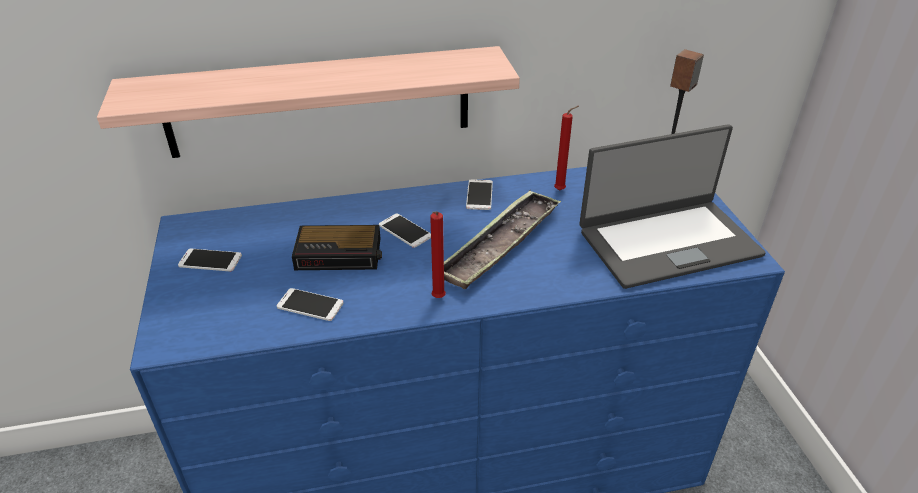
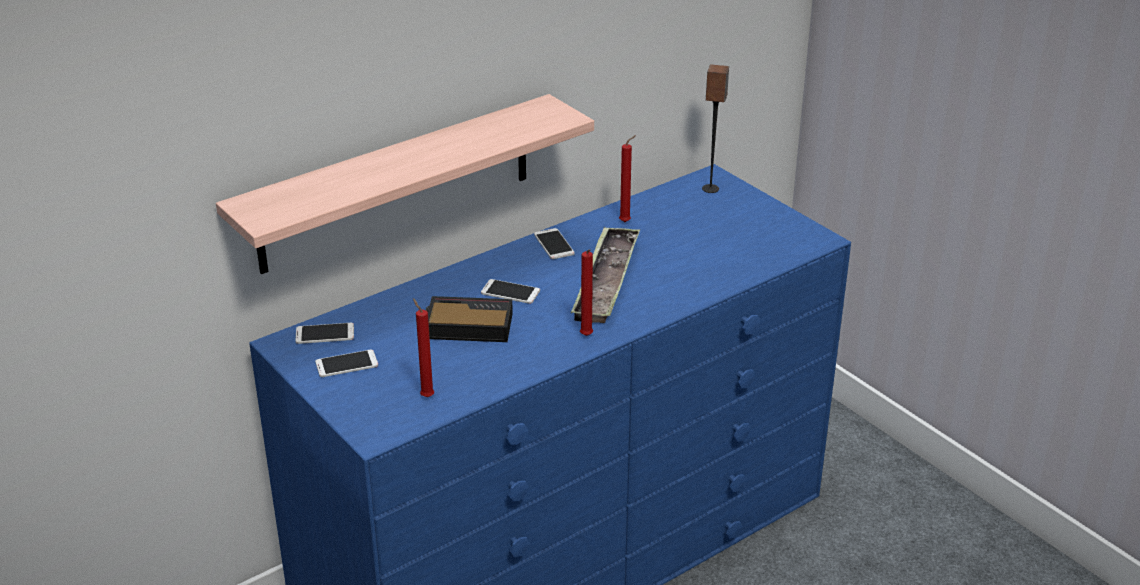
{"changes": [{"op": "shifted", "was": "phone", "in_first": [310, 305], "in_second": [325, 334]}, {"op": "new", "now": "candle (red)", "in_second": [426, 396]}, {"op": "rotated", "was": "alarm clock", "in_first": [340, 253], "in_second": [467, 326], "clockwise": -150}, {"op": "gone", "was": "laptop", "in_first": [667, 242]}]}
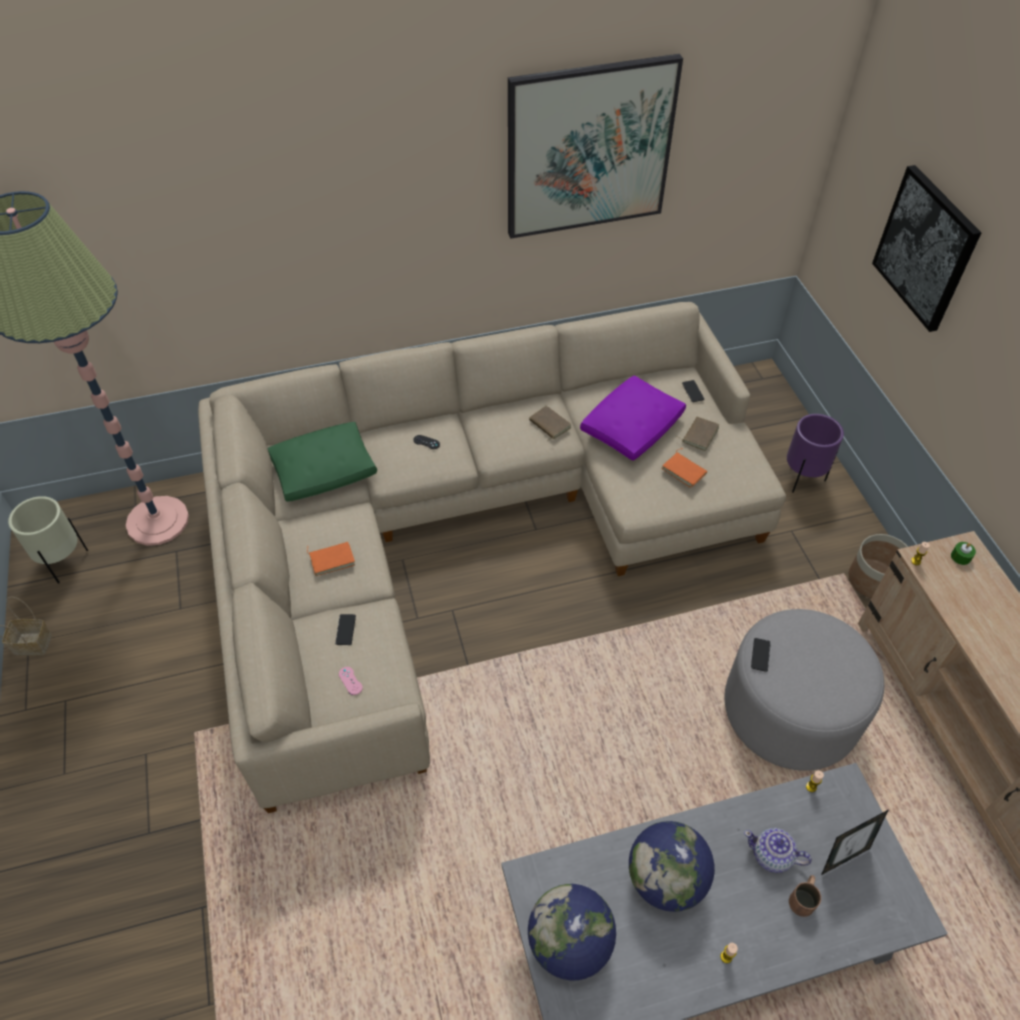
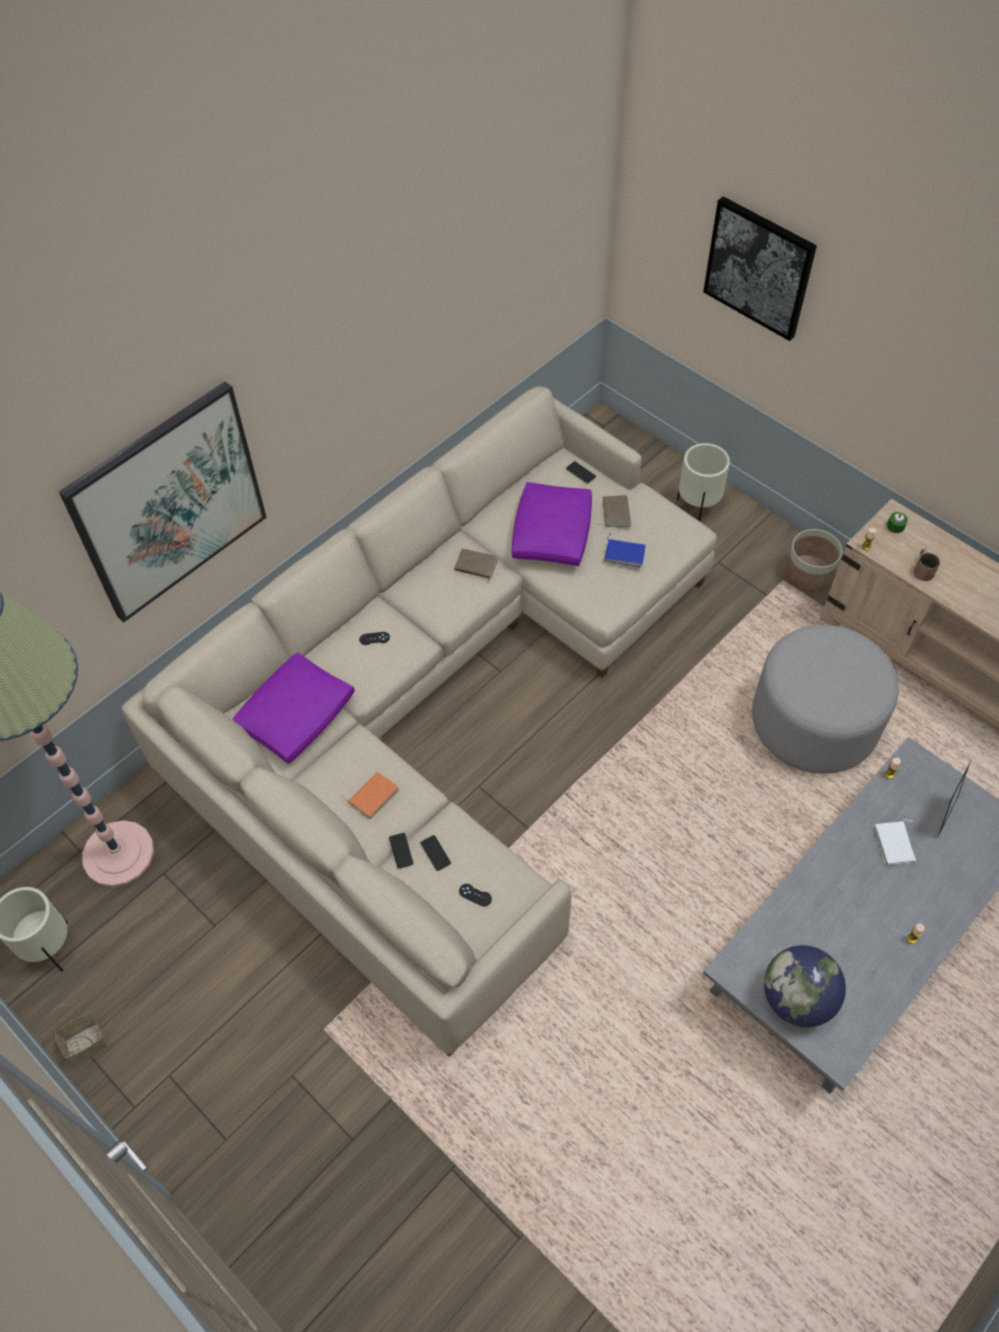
{"changes": [{"op": "shifted", "was": "picture", "in_first": [589, 148], "in_second": [169, 503]}, {"op": "repainted", "was": "pillow (green)", "now": "pillow (purple)", "in_first": [325, 470], "in_second": [296, 715]}, {"op": "shifted", "was": "phone", "in_first": [760, 655], "in_second": [401, 850]}, {"op": "repainted", "was": "game controller (pink)", "now": "game controller (black)", "in_first": [350, 681], "in_second": [475, 895]}, {"op": "repainted", "was": "book (orange)", "now": "book (blue)", "in_first": [684, 470], "in_second": [625, 553]}, {"op": "repainted", "was": "planter (purple)", "now": "planter (beige)", "in_first": [802, 479], "in_second": [697, 509]}, {"op": "swapped", "was": "teapot", "now": "book (white)", "in_first": [772, 856], "in_second": [895, 844]}, {"op": "shifted", "was": "mug (brown)", "in_first": [803, 897], "in_second": [922, 568]}, {"op": "gone", "was": "globe", "in_first": [665, 879]}]}
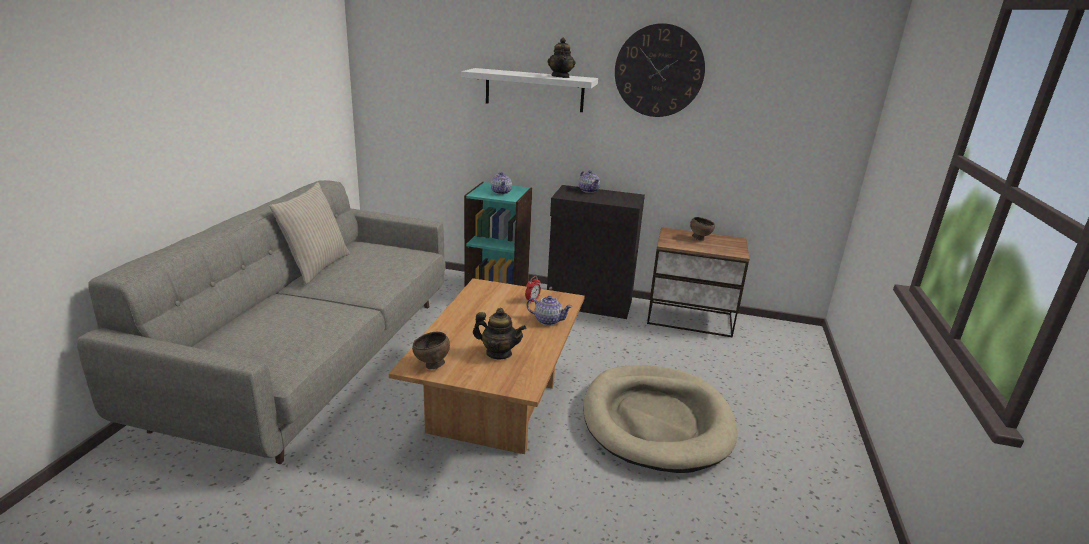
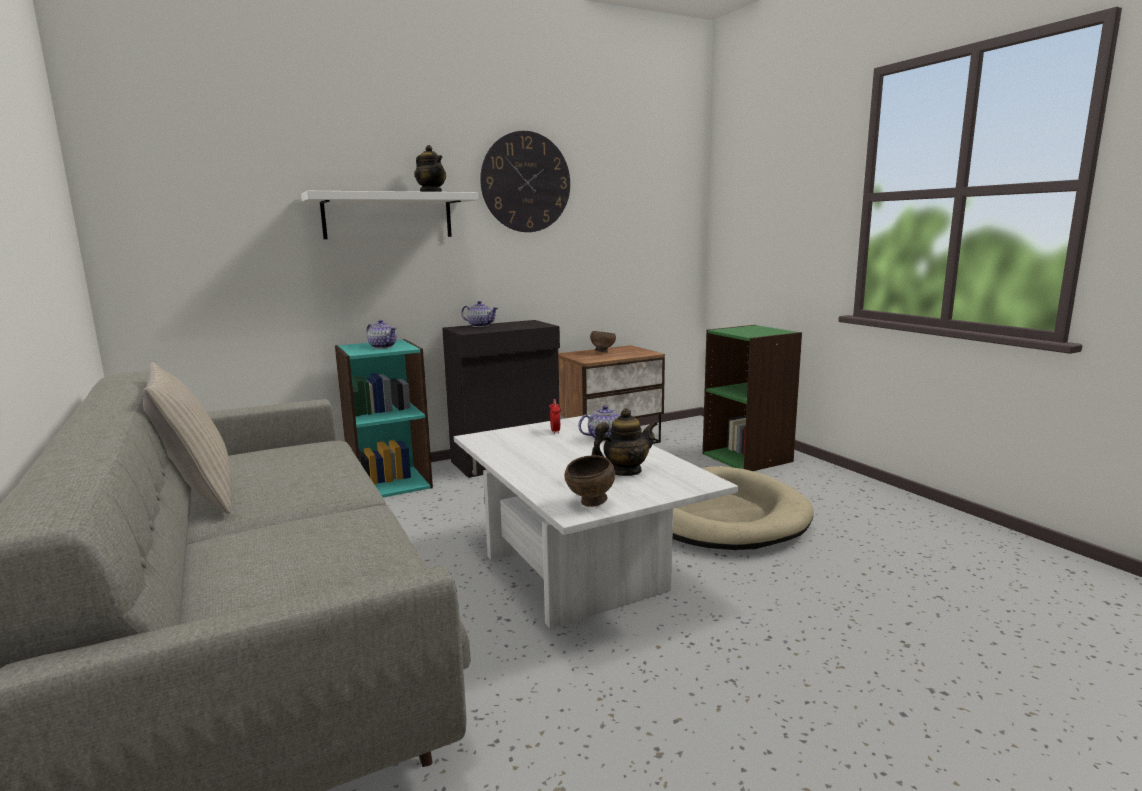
{"changes": [{"op": "repainted", "was": "coffee table (brown)", "now": "coffee table (white)", "in_first": [497, 409], "in_second": [581, 572]}, {"op": "new", "now": "bookcase (green)", "in_second": [748, 457]}]}
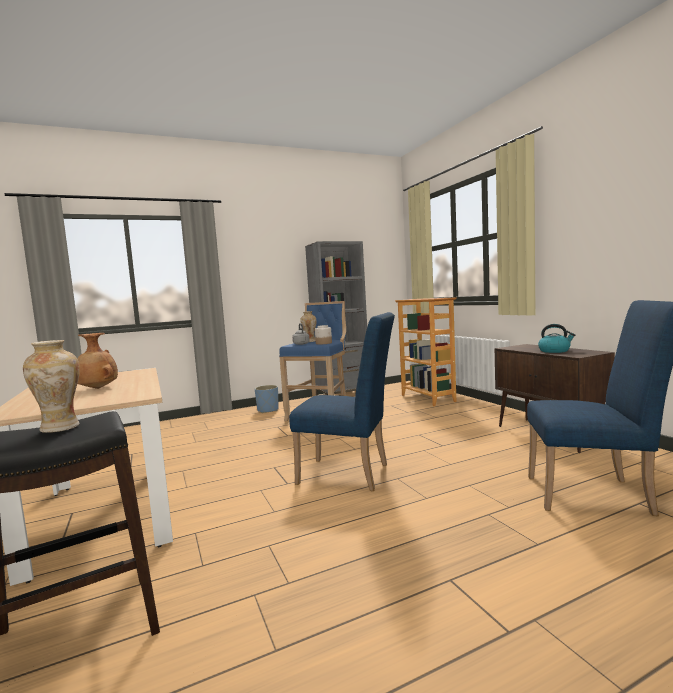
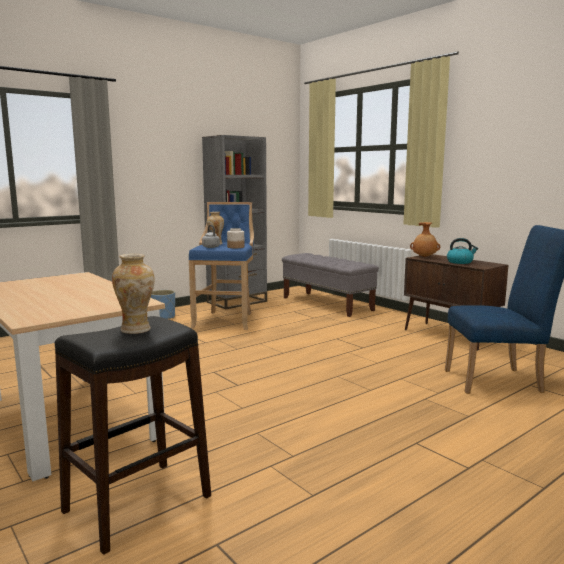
{"changes": [{"op": "swapped", "was": "bookcase", "now": "bench (grey)", "in_first": [428, 398], "in_second": [327, 304]}, {"op": "shifted", "was": "vase (brown)", "in_first": [97, 388], "in_second": [424, 257]}, {"op": "gone", "was": "chair (blue)", "in_first": [350, 475]}]}
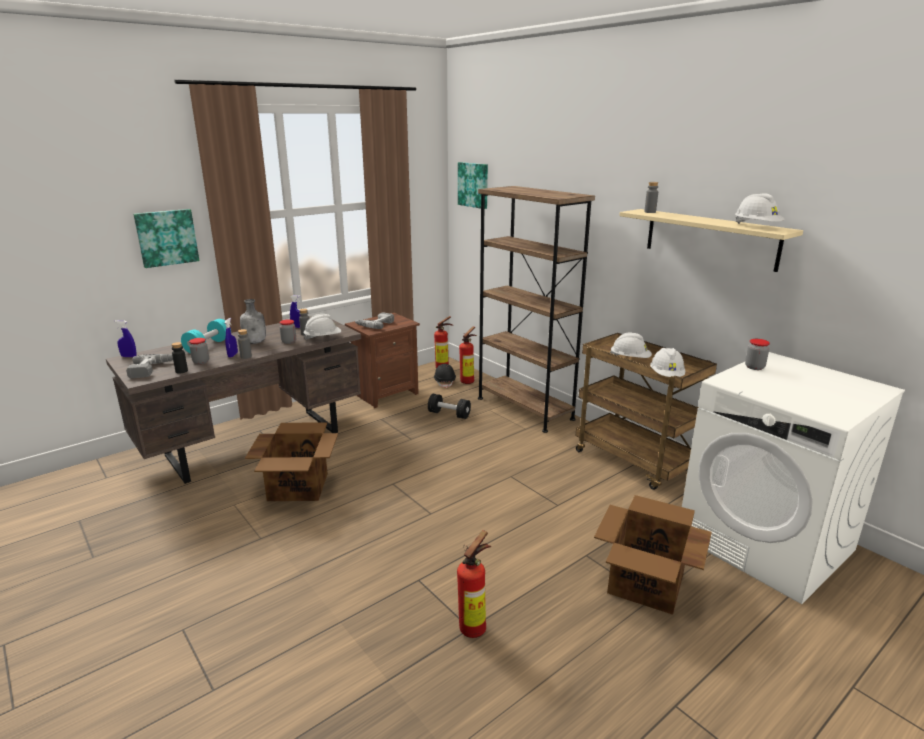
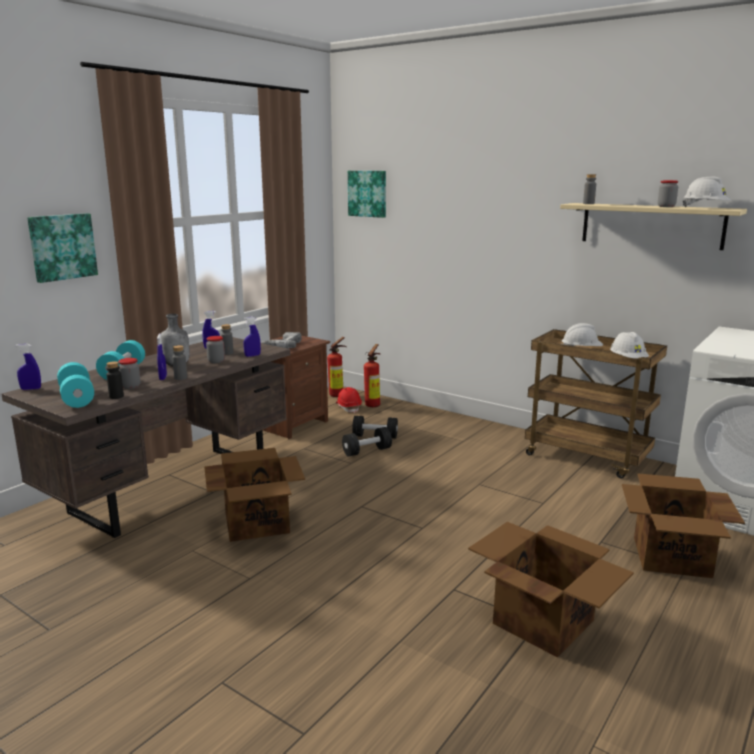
{"changes": [{"op": "swapped", "was": "power drill", "now": "dumbbell (turquoise)", "in_first": [152, 369], "in_second": [77, 398]}, {"op": "swapped", "was": "hard hat (white)", "now": "spray bottle (blue)", "in_first": [323, 338], "in_second": [252, 356]}, {"op": "repainted", "was": "hard hat (black)", "now": "hard hat (red)", "in_first": [444, 382], "in_second": [348, 407]}, {"op": "new", "now": "dumbbell (black)", "in_second": [367, 451]}, {"op": "swapped", "was": "fire extinguisher", "now": "cardboard box", "in_first": [475, 627], "in_second": [542, 621]}, {"op": "shifted", "was": "jar", "in_first": [754, 367], "in_second": [666, 206]}, {"op": "gone", "was": "bookcase (brown)", "in_first": [524, 408]}]}
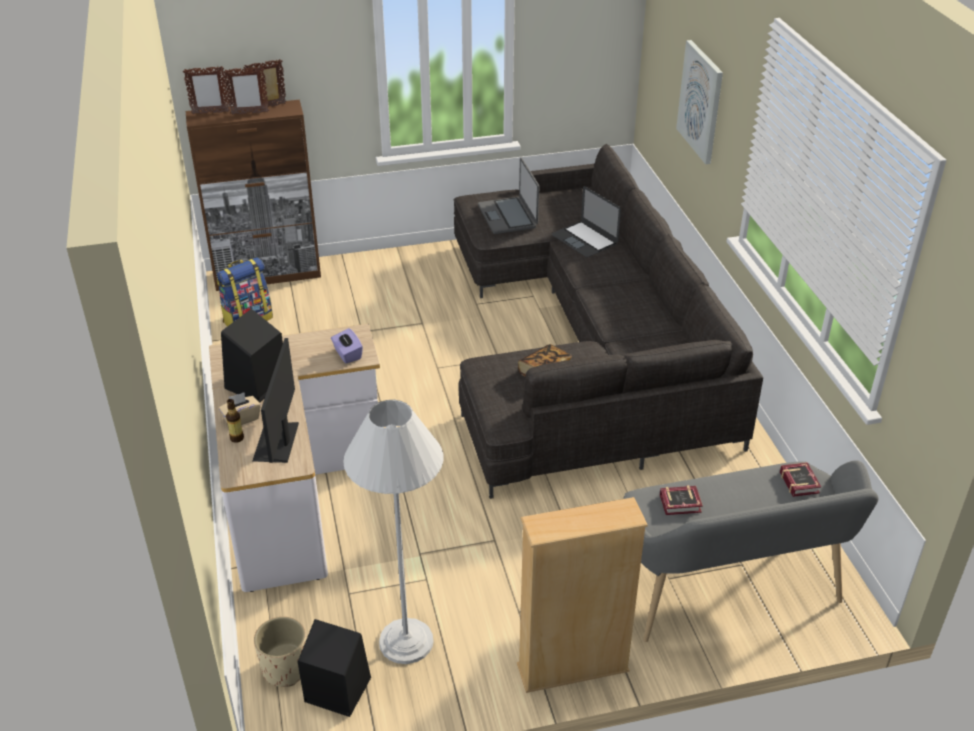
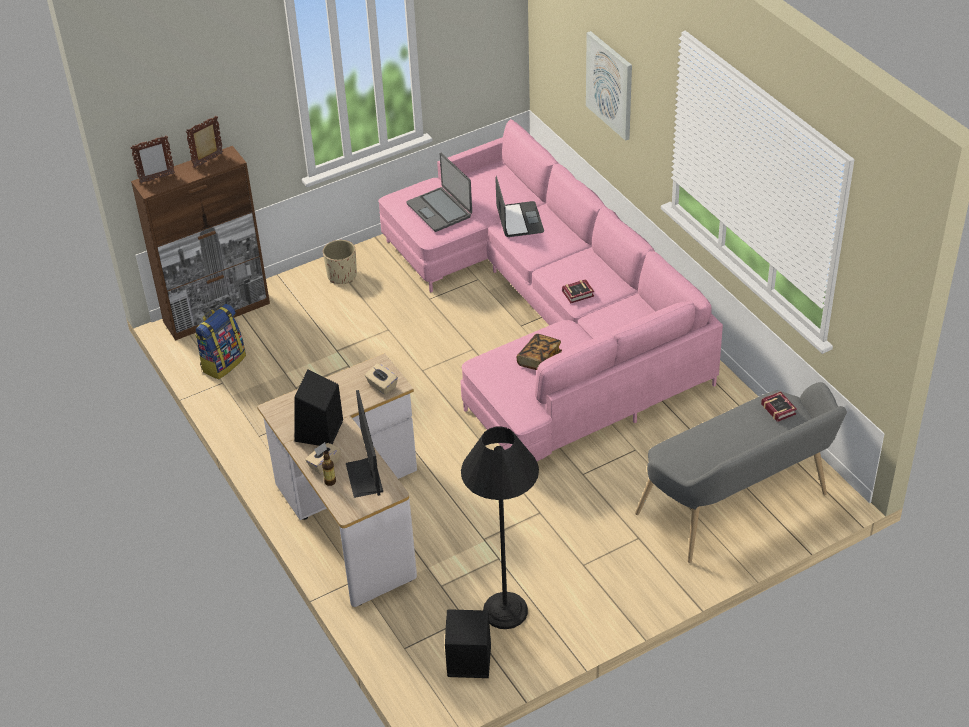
{"changes": [{"op": "shifted", "was": "planter (beige)", "in_first": [285, 668], "in_second": [342, 275]}, {"op": "repainted", "was": "tissue box (purple)", "now": "tissue box (beige)", "in_first": [347, 354], "in_second": [381, 386]}, {"op": "repainted", "was": "sofa (grey)", "now": "sofa (pink)", "in_first": [587, 346], "in_second": [546, 319]}, {"op": "repainted", "was": "floor lamp (white)", "now": "floor lamp (black)", "in_first": [406, 641], "in_second": [505, 611]}, {"op": "rotated", "was": "laptop", "in_first": [584, 239], "in_second": [519, 220], "clockwise": -135}, {"op": "shifted", "was": "book", "in_first": [682, 504], "in_second": [579, 294]}, {"op": "gone", "was": "picture frame", "in_first": [249, 113]}, {"op": "gone", "was": "bookcase (beige)", "in_first": [572, 668]}]}
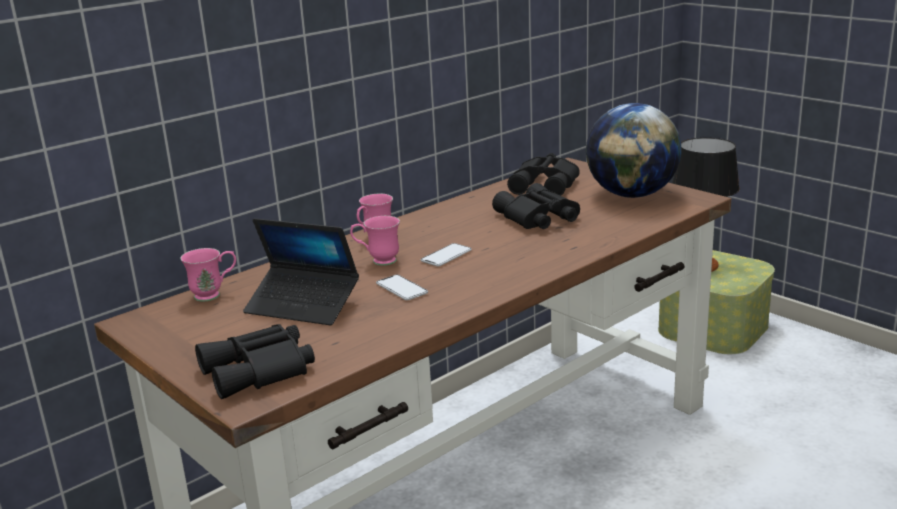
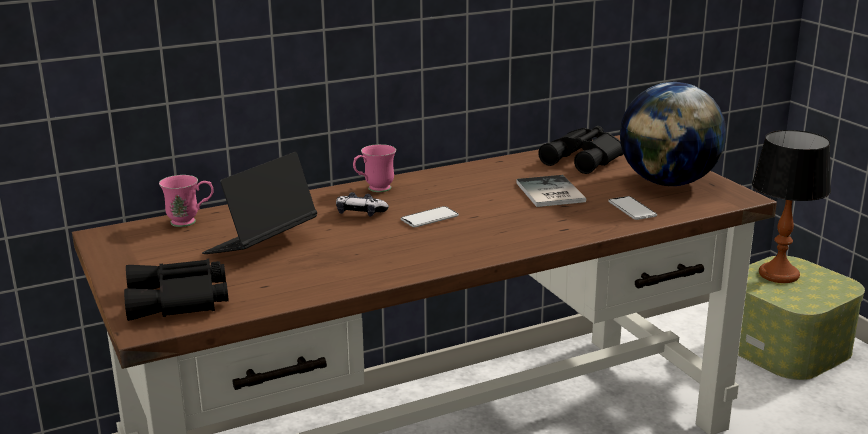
{"changes": [{"op": "rotated", "was": "laptop", "in_first": [303, 305], "in_second": [261, 245], "clockwise": 90}, {"op": "swapped", "was": "mug (pink)", "now": "game controller", "in_first": [378, 261], "in_second": [360, 213]}, {"op": "swapped", "was": "binoculars (black)", "now": "book", "in_first": [537, 218], "in_second": [549, 193]}, {"op": "shifted", "was": "phone", "in_first": [401, 289], "in_second": [632, 209]}]}
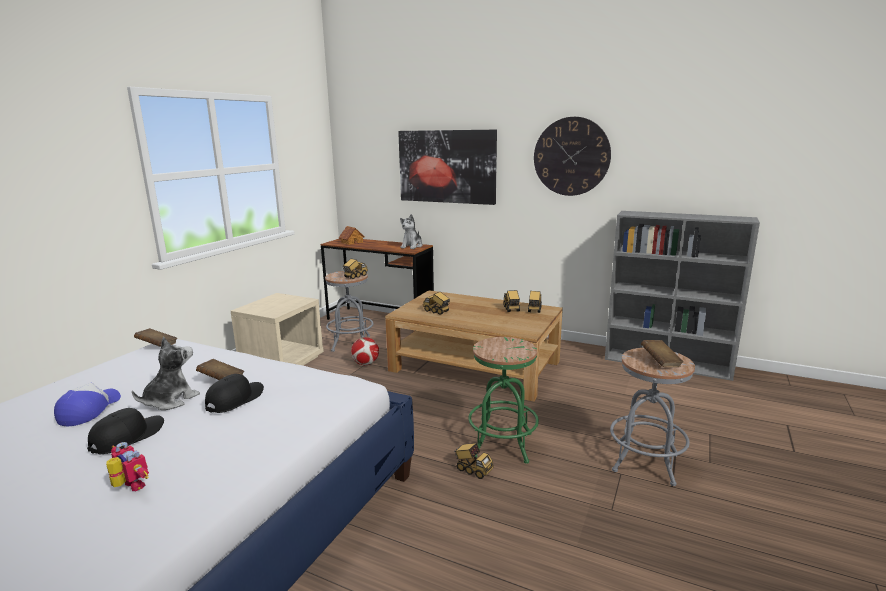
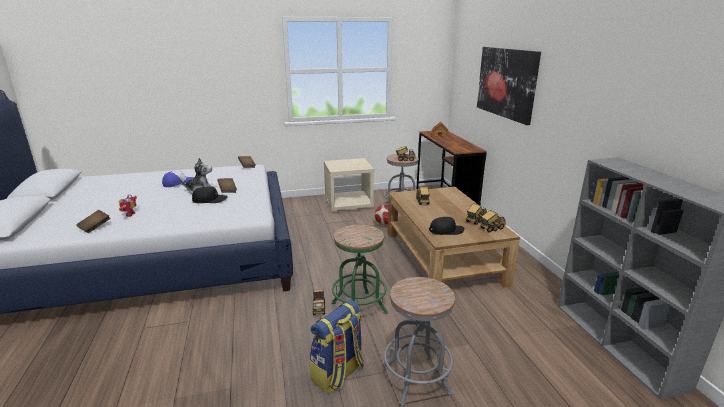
{"changes": [{"op": "shifted", "was": "book (brown)", "in_first": [660, 362], "in_second": [95, 227]}, {"op": "new", "now": "backpack", "in_second": [338, 374]}, {"op": "shifted", "was": "cap (black)", "in_first": [128, 437], "in_second": [446, 231]}, {"op": "gone", "was": "plush toy", "in_first": [412, 246]}, {"op": "gone", "was": "wall clock", "in_first": [571, 156]}]}
